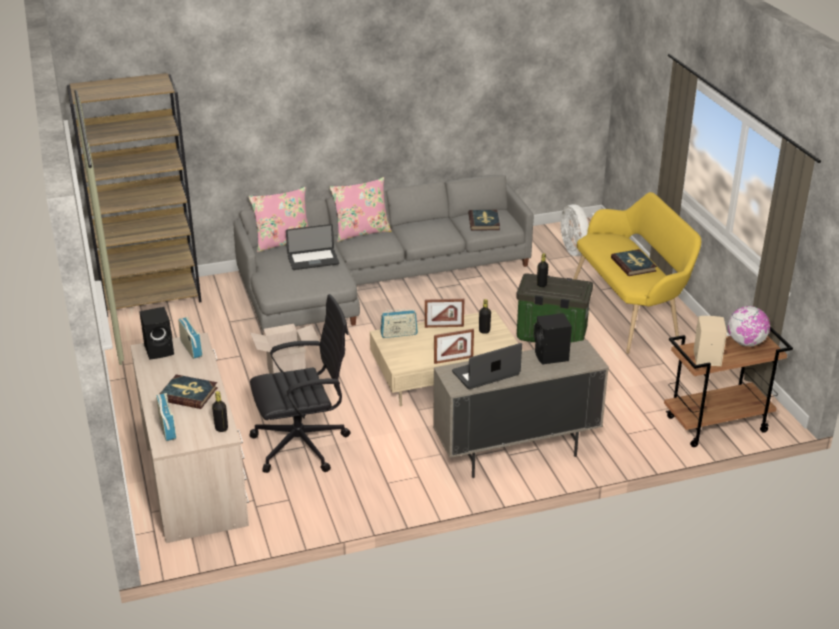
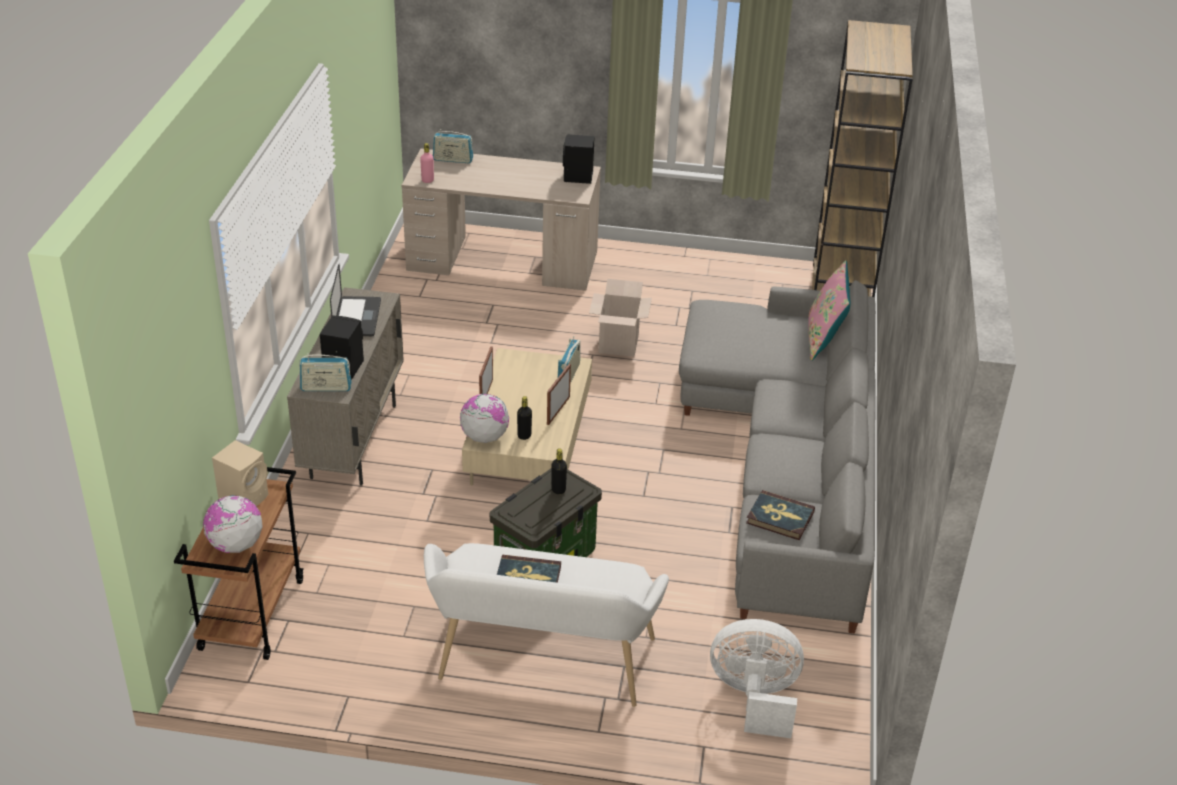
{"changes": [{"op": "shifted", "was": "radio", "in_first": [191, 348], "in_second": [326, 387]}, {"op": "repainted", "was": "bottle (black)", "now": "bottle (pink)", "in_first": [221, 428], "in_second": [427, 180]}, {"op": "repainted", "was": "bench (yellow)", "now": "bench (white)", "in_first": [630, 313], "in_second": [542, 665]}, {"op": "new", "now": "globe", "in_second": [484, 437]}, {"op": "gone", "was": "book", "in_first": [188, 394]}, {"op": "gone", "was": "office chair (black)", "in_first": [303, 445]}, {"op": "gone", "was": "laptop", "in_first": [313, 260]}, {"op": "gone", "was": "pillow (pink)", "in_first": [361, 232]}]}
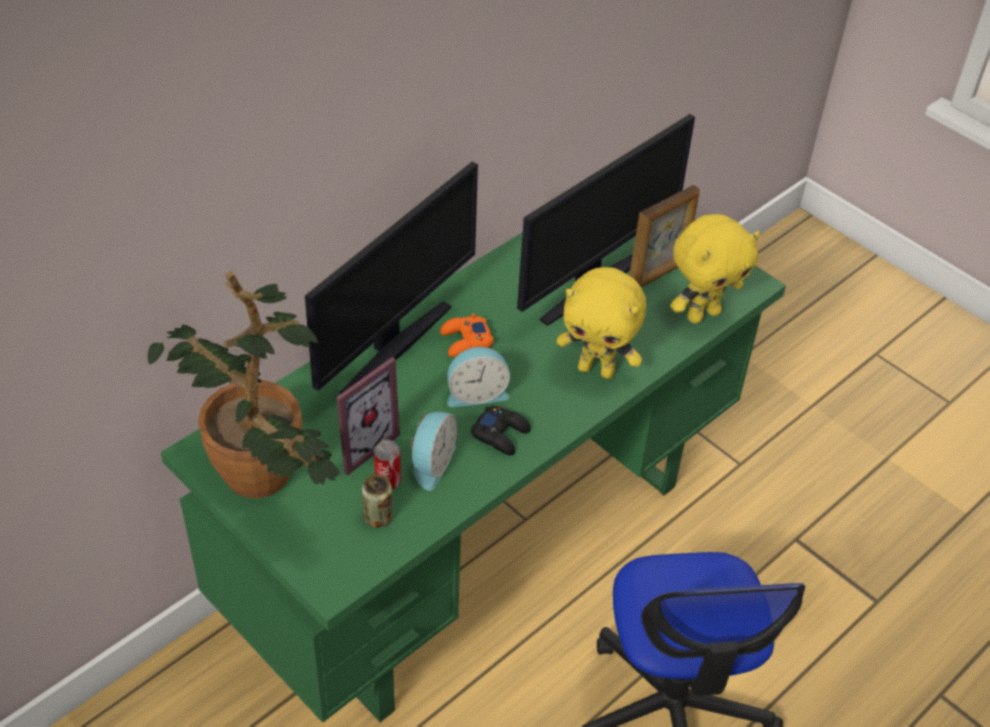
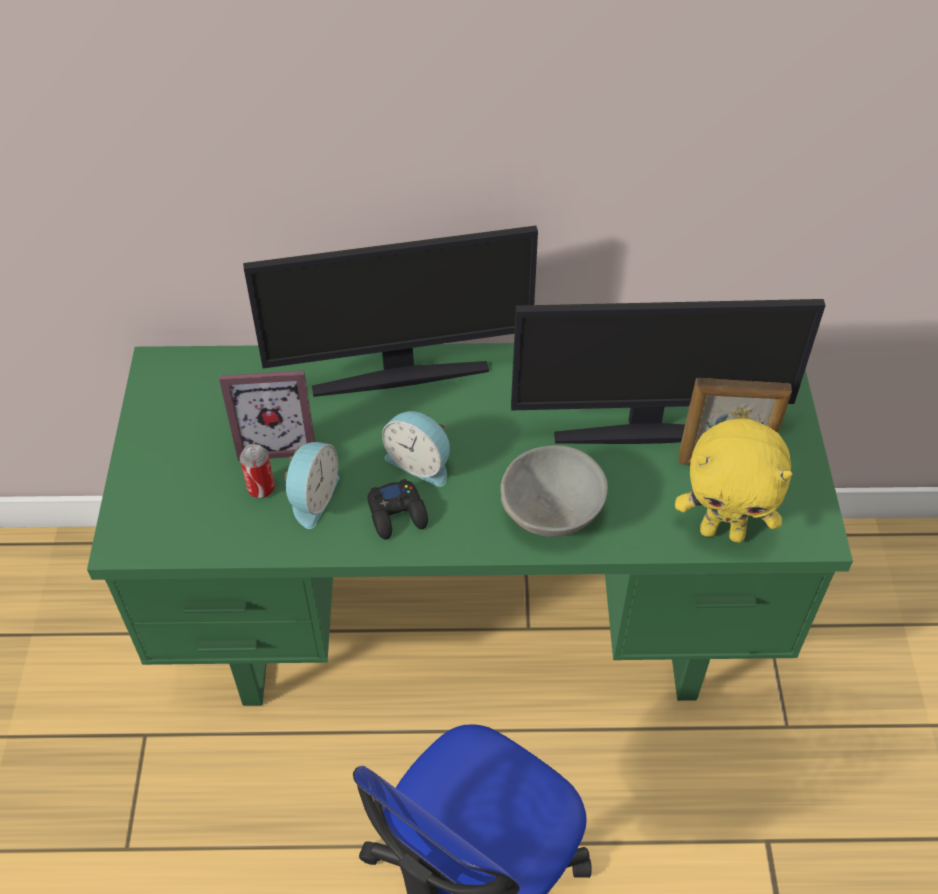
{"changes": [{"op": "rotated", "was": "alarm clock", "in_first": [431, 463], "in_second": [312, 497], "clockwise": -45}, {"op": "swapped", "was": "plush toy (yellow)", "now": "bowl (grey)", "in_first": [597, 370], "in_second": [552, 515]}, {"op": "gone", "was": "potted plant", "in_first": [263, 486]}, {"op": "gone", "was": "can", "in_first": [378, 518]}, {"op": "gone", "was": "game controller (orange)", "in_first": [465, 341]}]}
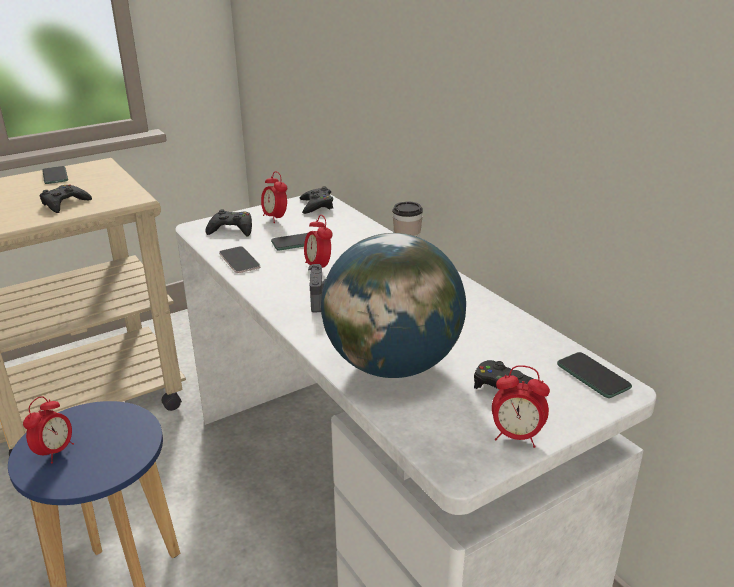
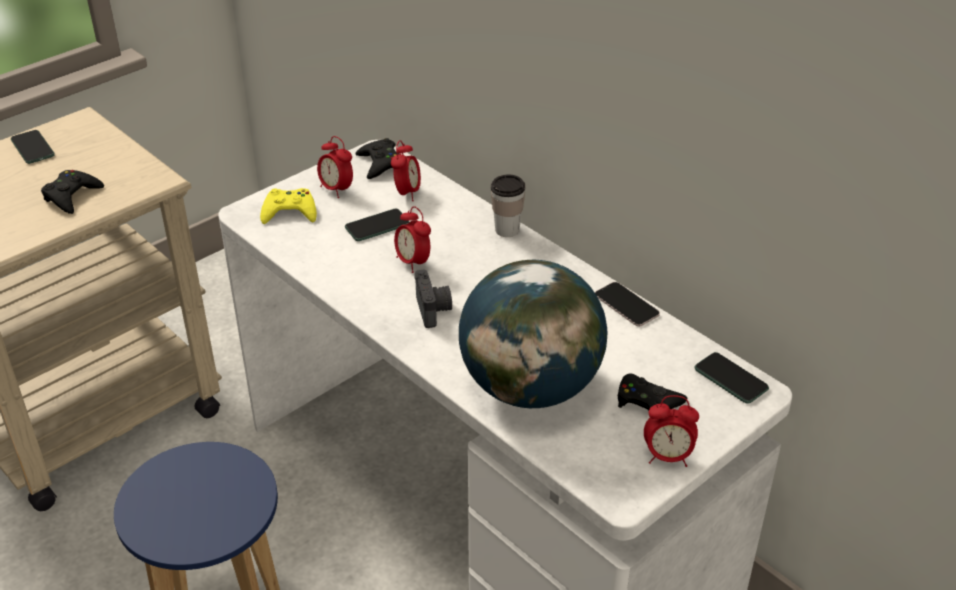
{"changes": [{"op": "repainted", "was": "game controller (black)", "now": "game controller (yellow)", "in_first": [232, 229], "in_second": [289, 212]}, {"op": "shifted", "was": "alarm clock", "in_first": [55, 452], "in_second": [407, 193]}, {"op": "shifted", "was": "phone", "in_first": [239, 260], "in_second": [626, 305]}]}
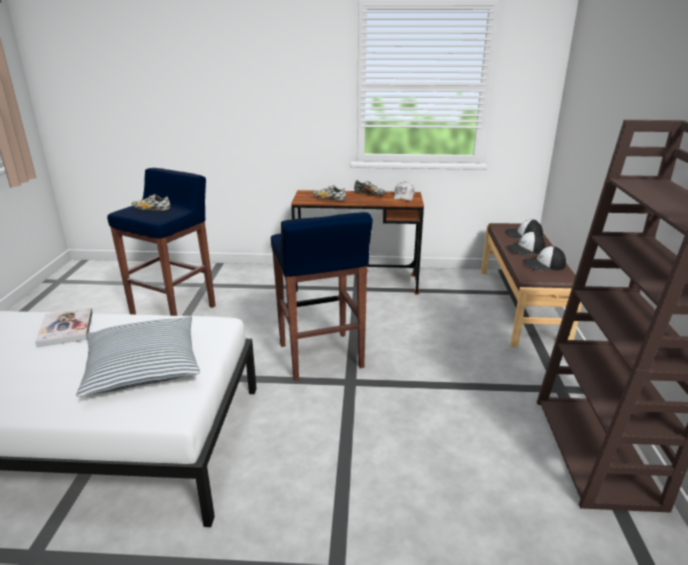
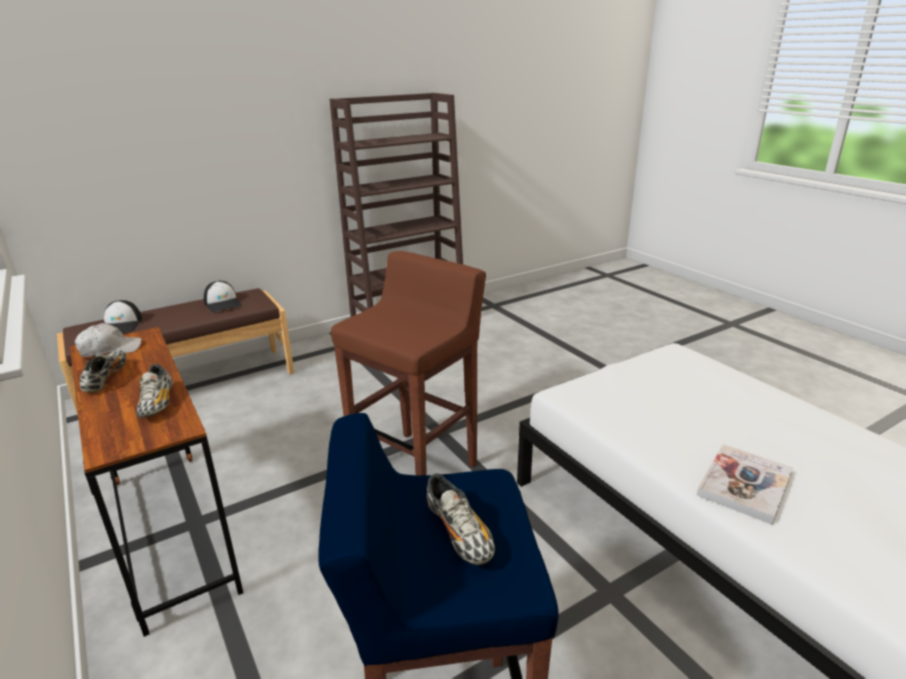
{"changes": [{"op": "repainted", "was": "stool (blue)", "now": "stool (brown)", "in_first": [321, 357], "in_second": [416, 468]}, {"op": "gone", "was": "pillow", "in_first": [143, 367]}, {"op": "gone", "was": "cap", "in_first": [525, 249]}]}
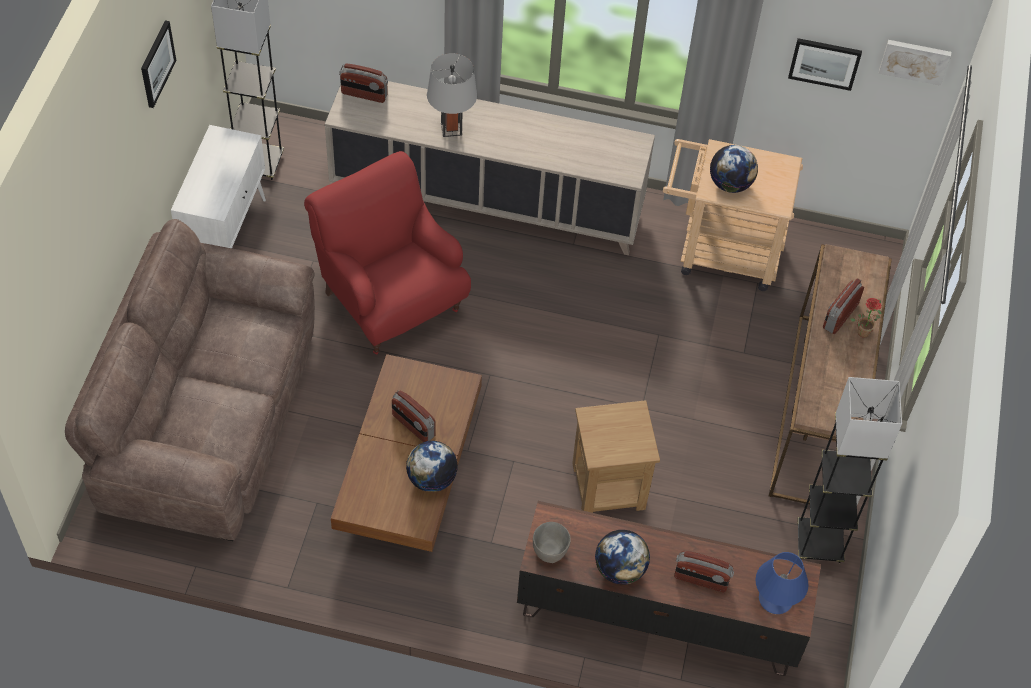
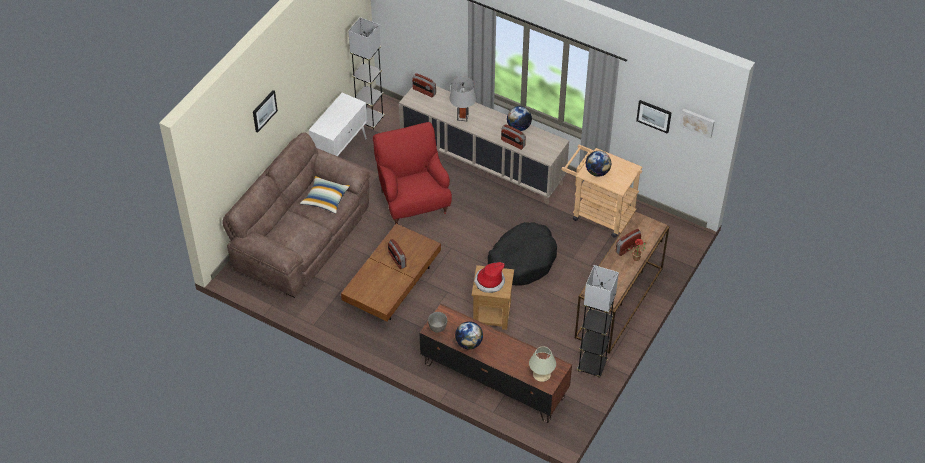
{"changes": [{"op": "shifted", "was": "picture", "in_first": [156, 63], "in_second": [264, 110]}, {"op": "new", "now": "pillow", "in_second": [325, 199]}, {"op": "new", "now": "hat", "in_second": [489, 281]}, {"op": "new", "now": "dog bed (black)", "in_second": [522, 260]}, {"op": "shifted", "was": "radio", "in_first": [701, 580], "in_second": [513, 143]}, {"op": "shifted", "was": "globe", "in_first": [431, 479], "in_second": [518, 127]}, {"op": "repainted", "was": "table lamp (blue)", "now": "table lamp (beige)", "in_first": [775, 599], "in_second": [541, 374]}]}
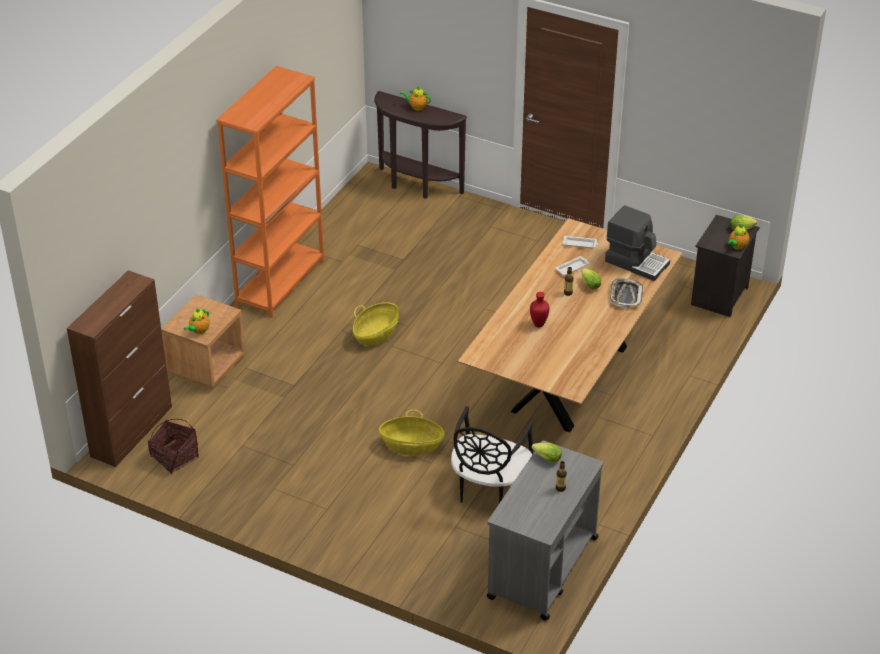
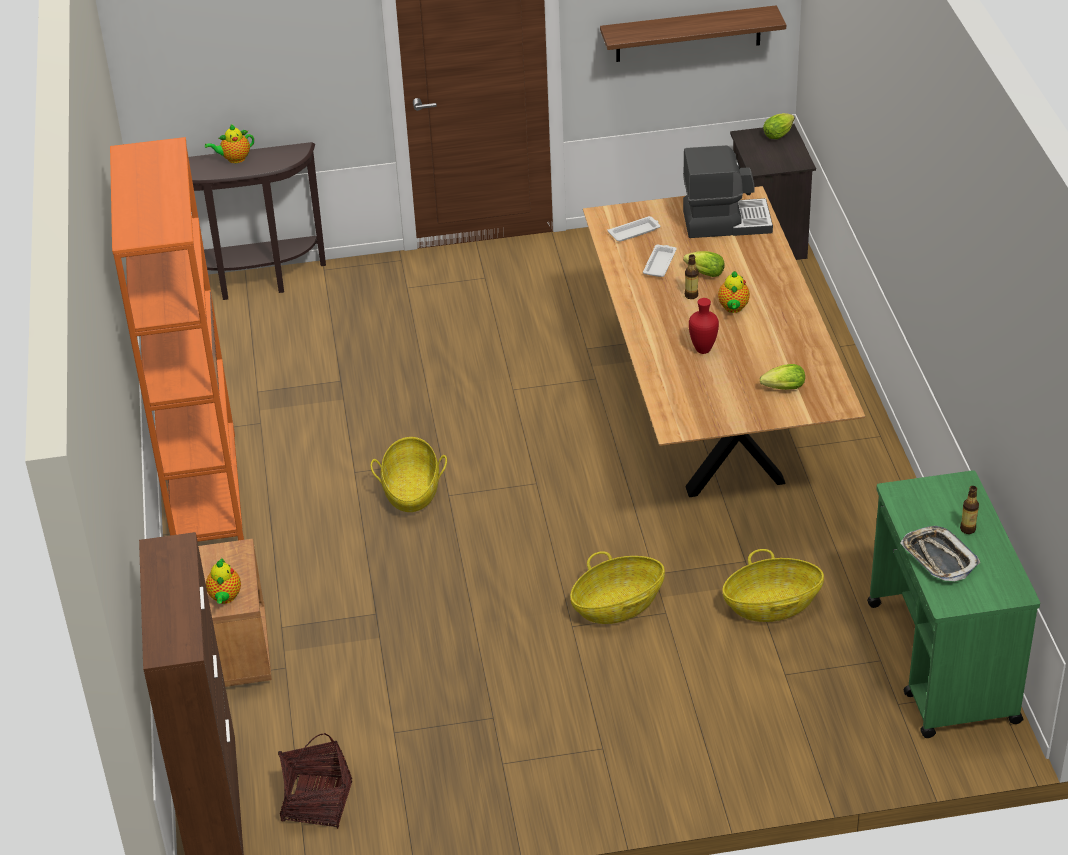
{"changes": [{"op": "new", "now": "shelf", "in_second": [688, 34]}, {"op": "shifted", "was": "teapot", "in_first": [737, 246], "in_second": [733, 308]}, {"op": "swapped", "was": "chair (black)", "now": "basket", "in_first": [488, 489], "in_second": [772, 605]}, {"op": "shifted", "was": "lettuce", "in_first": [545, 458], "in_second": [781, 388]}, {"op": "repainted", "was": "cart (grey)", "now": "cart (green)", "in_first": [542, 568], "in_second": [942, 663]}, {"op": "shifted", "was": "tray", "in_first": [625, 295], "in_second": [938, 558]}]}
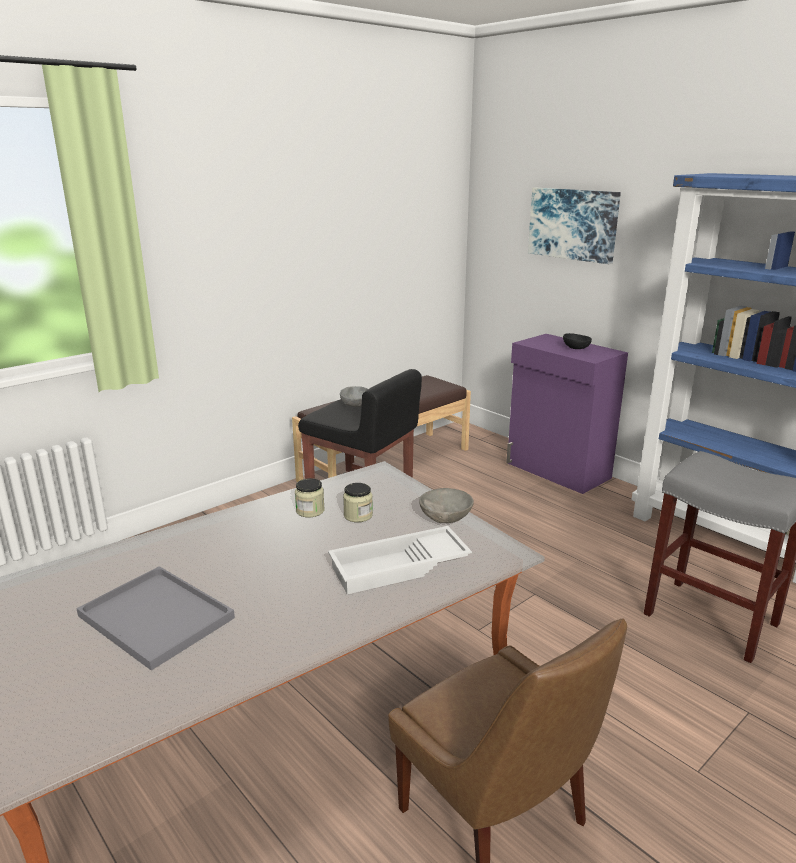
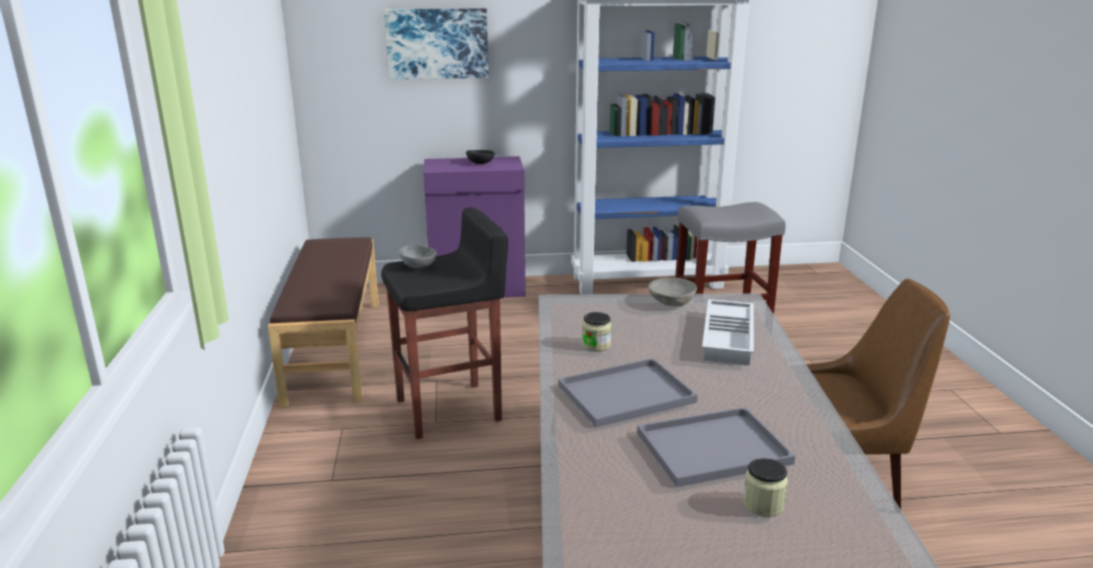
{"changes": [{"op": "new", "now": "tray (grey)", "in_second": [627, 393]}, {"op": "shifted", "was": "jar", "in_first": [358, 515], "in_second": [763, 504]}]}
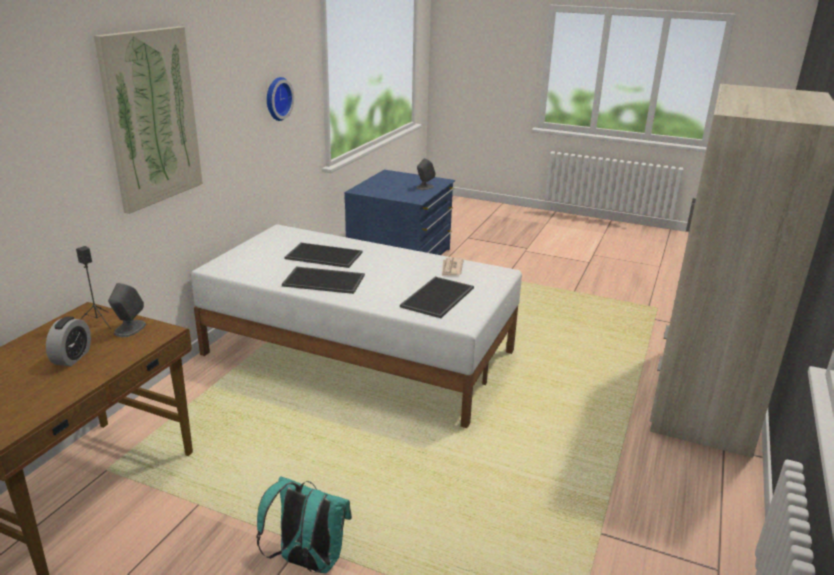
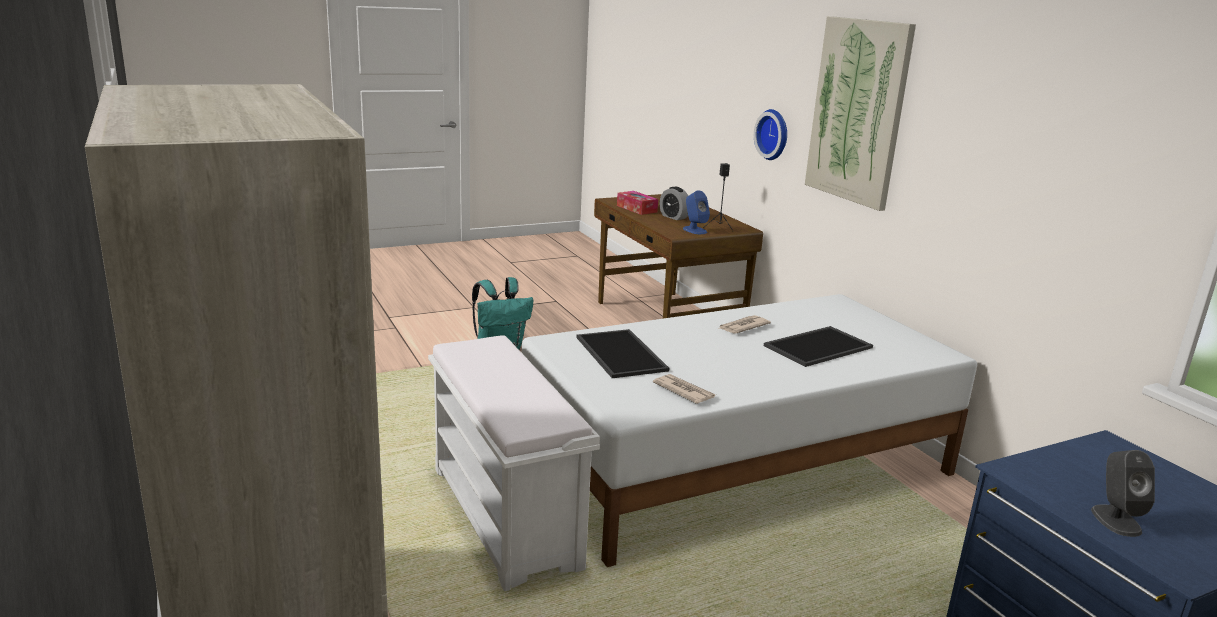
{"changes": [{"op": "new", "now": "bench (white)", "in_second": [506, 518]}, {"op": "new", "now": "tissue box", "in_second": [636, 209]}, {"op": "repainted", "was": "speaker (grey)", "now": "speaker (blue)", "in_first": [129, 329], "in_second": [694, 230]}, {"op": "swapped", "was": "tray", "now": "newspaper", "in_first": [325, 280], "in_second": [742, 327]}, {"op": "shifted", "was": "wall clock", "in_first": [276, 98], "in_second": [774, 134]}]}
